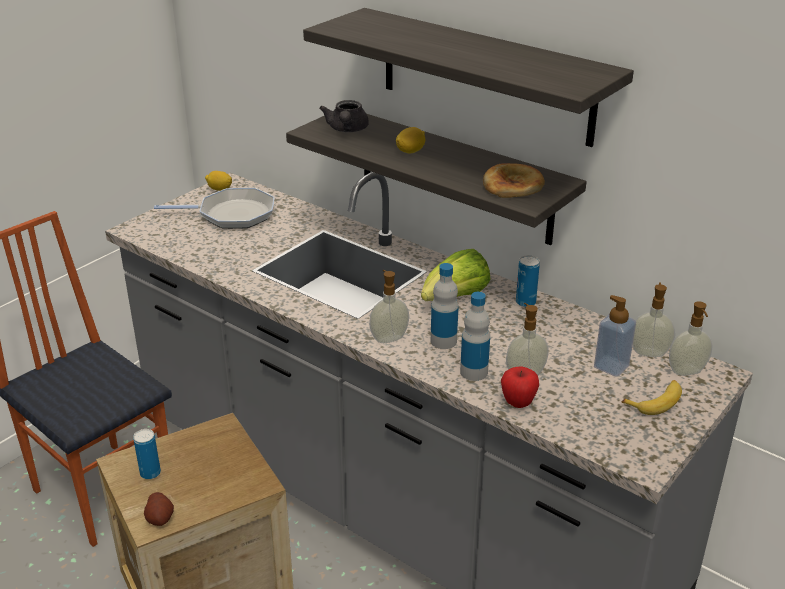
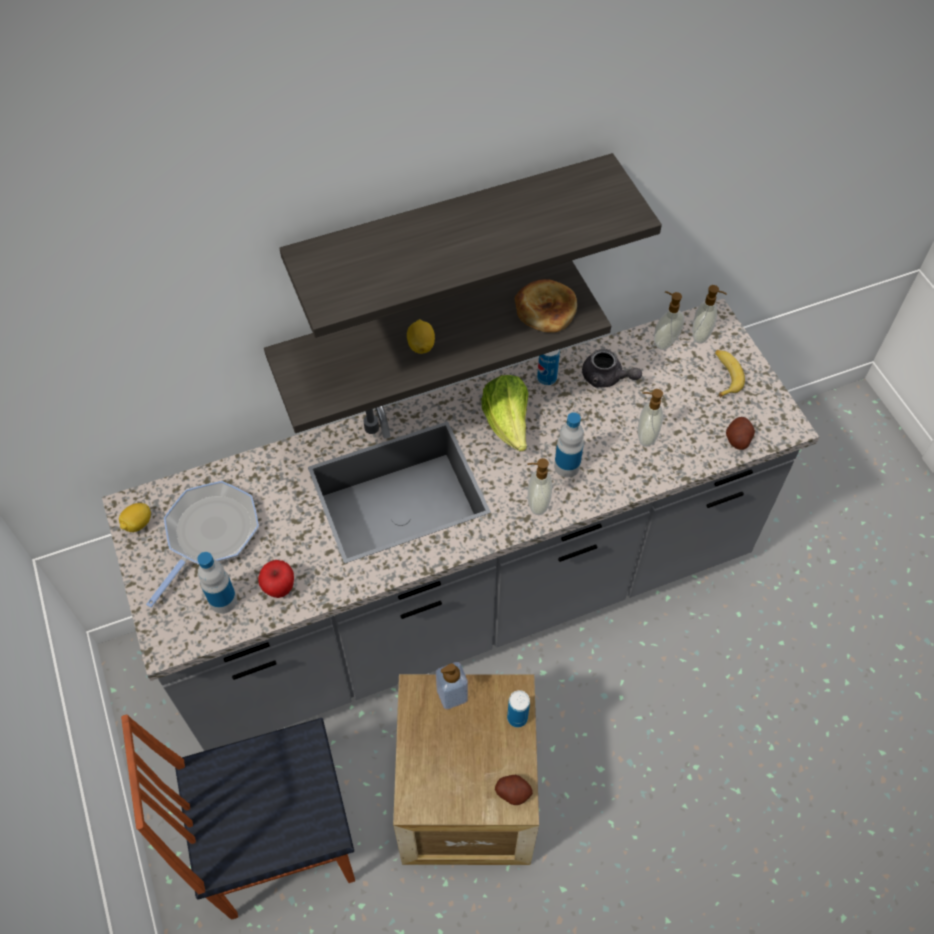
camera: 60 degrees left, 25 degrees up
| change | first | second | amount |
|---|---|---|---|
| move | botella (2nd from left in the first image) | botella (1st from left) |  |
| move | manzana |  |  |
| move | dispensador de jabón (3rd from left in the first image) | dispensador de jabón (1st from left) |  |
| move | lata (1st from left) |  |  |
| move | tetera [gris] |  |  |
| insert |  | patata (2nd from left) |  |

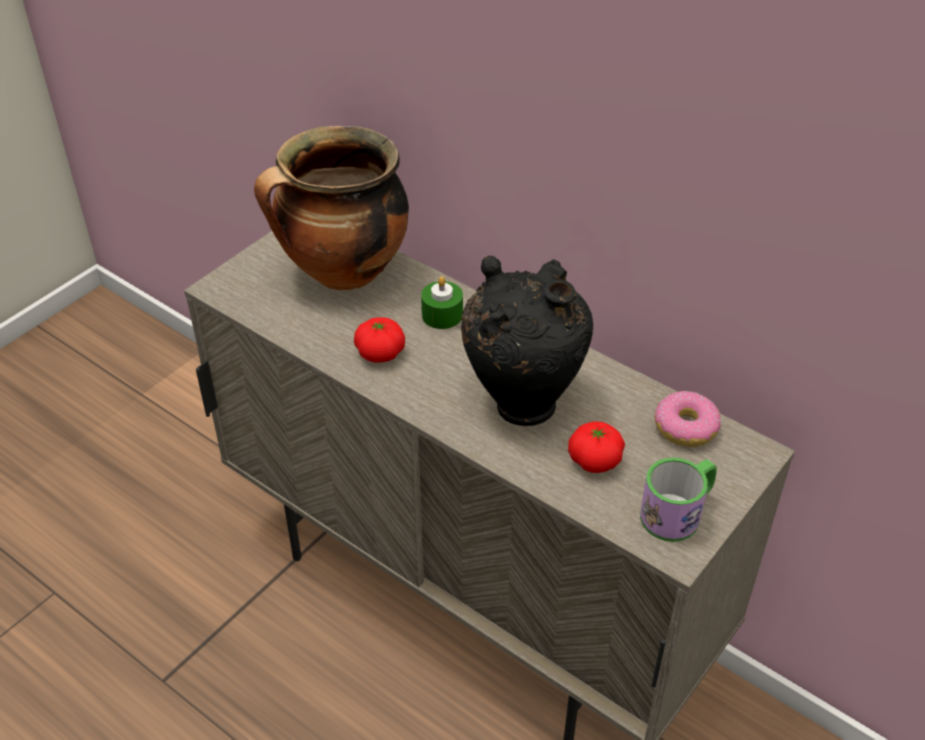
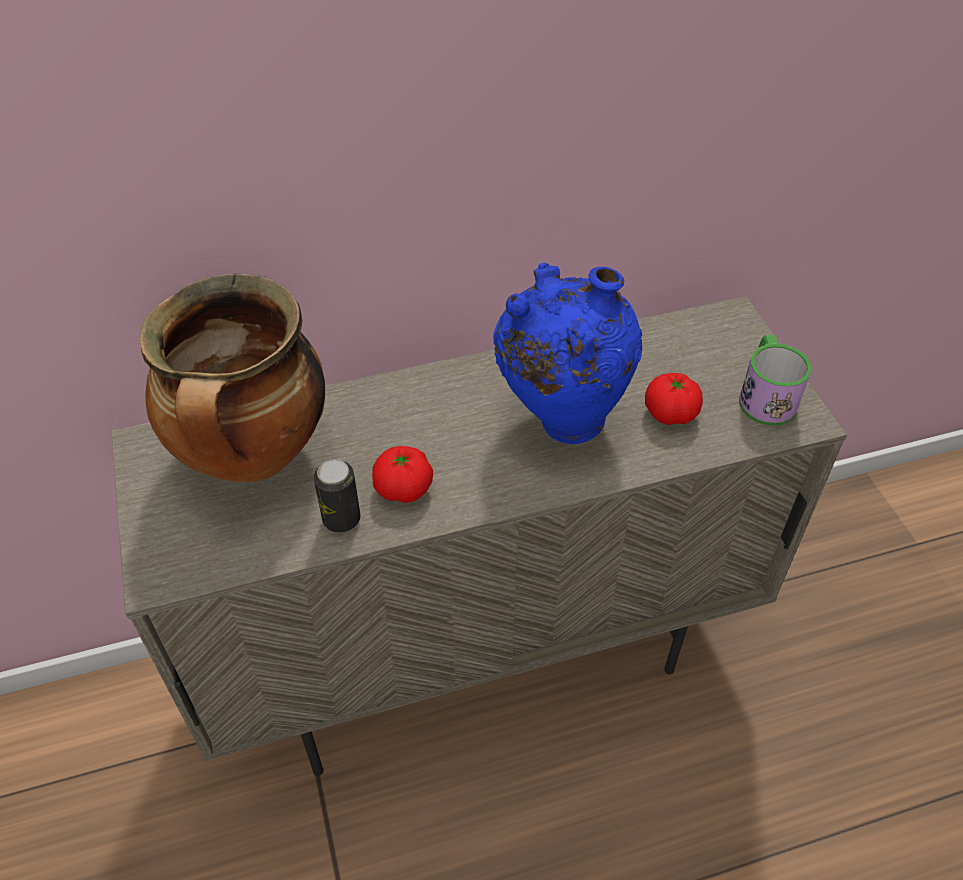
camera: 55 degrees left, 5 degrees up
| change | first | second | amount |
|---|---|---|---|
| insert |  | lata |  |
| recolor | florero [negro] | florero [azul] |  |
| delete | vela [verde] |  |  |
| delete | rosquilla |  |  |

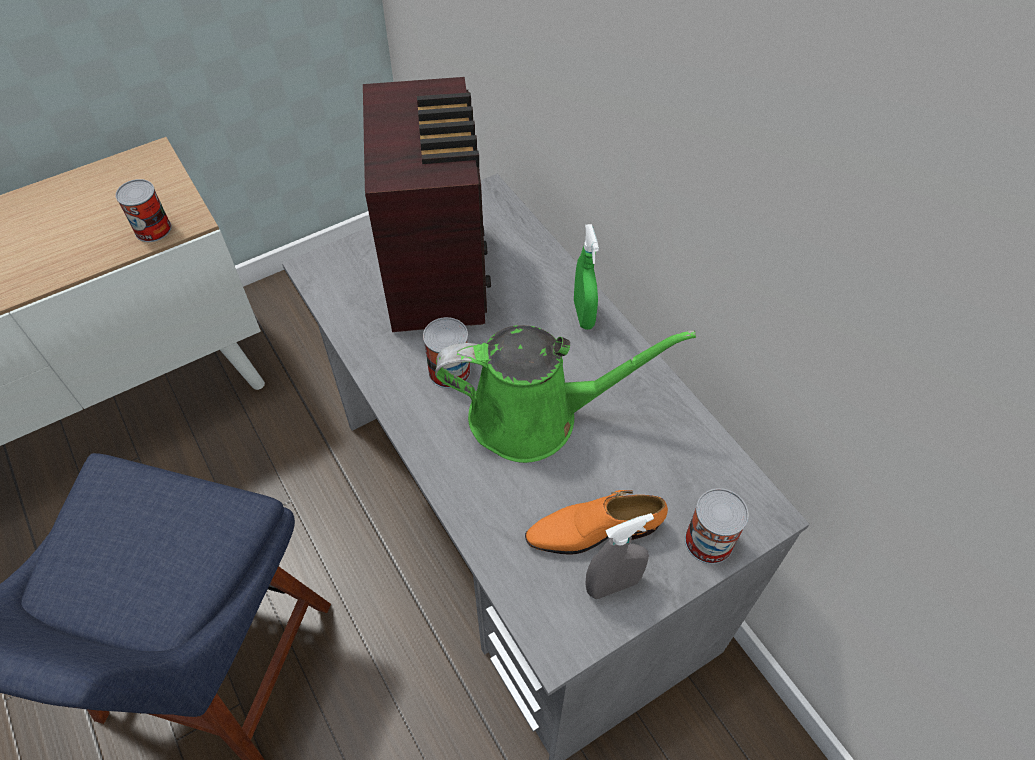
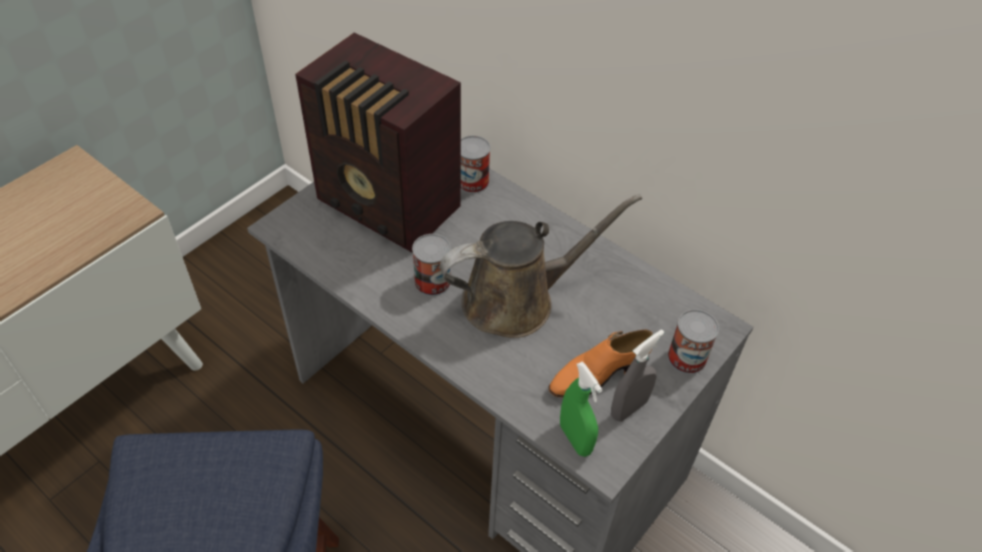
camera: 20 degrees left, 5 degrees down
| change | first | second | amount |
|---|---|---|---|
| rotate | radio |  | 150 degrees clockwise |
| recolor | regadera [verde] | regadera [marrón] |  |
| move | lata (1st from left in the first image) | lata (2nd from left) |  |
| move | pulverizador [verde] |  |  |

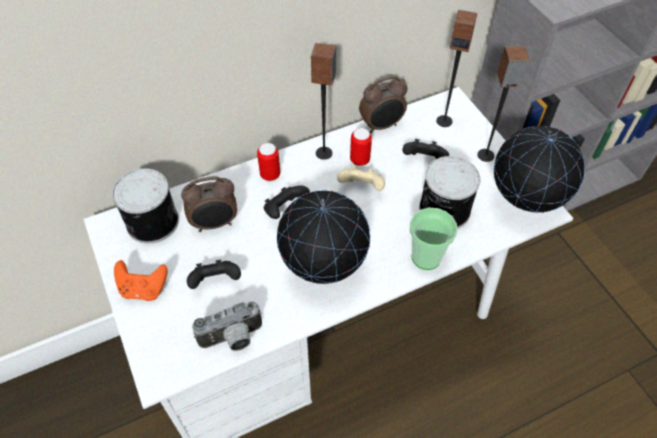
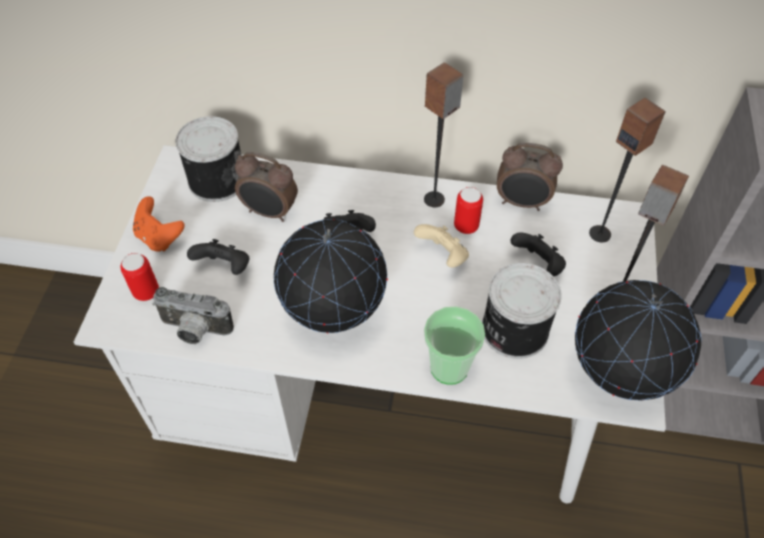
camera: 35 degrees right, 0 degrees up
| change | first | second | amount |
|---|---|---|---|
| move | lata (2nd from left in the first image) | lata (1st from left) |  |

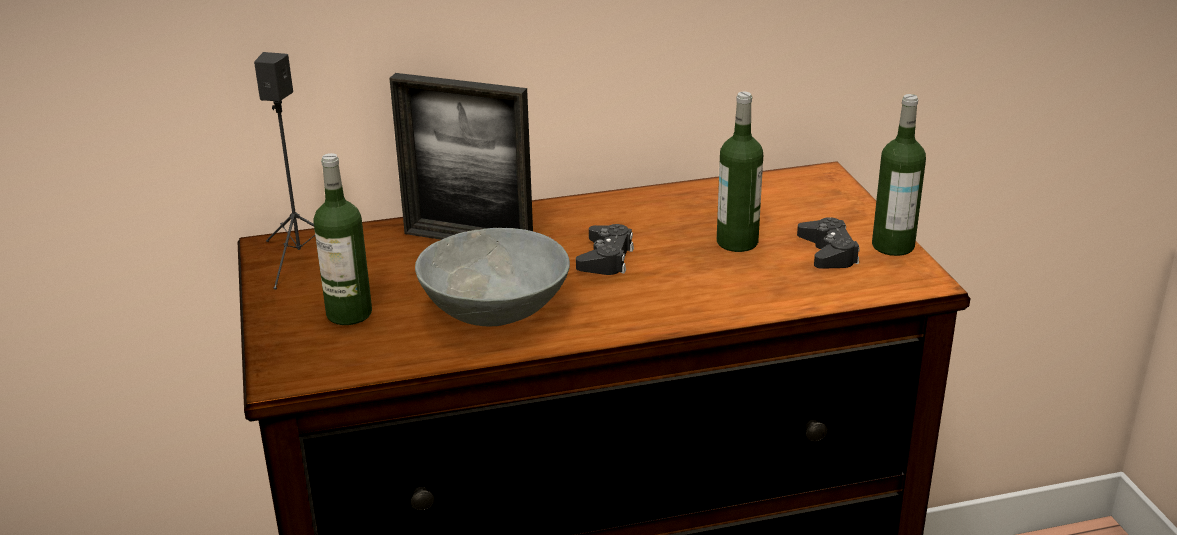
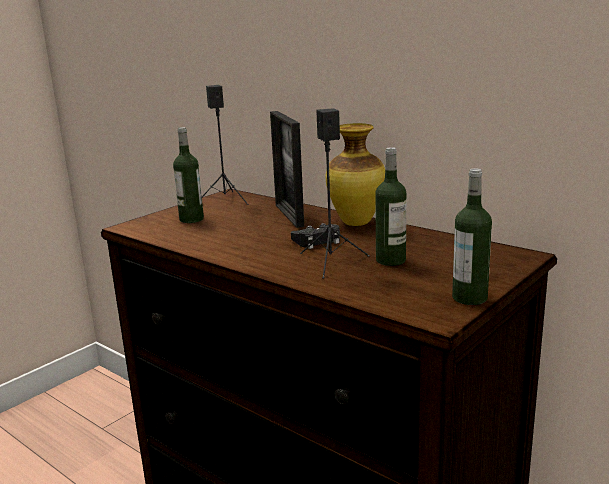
camera: 55 degrees right, 10 degrees down
| change | first | second | amount |
|---|---|---|---|
| insert |  | altavoz [negro] (2nd from left) |  |
| insert |  | florero |  |
| delete | cuenco [gris] |  |  |
| delete | mando de consola [negro] (2nd from left) |  |  |

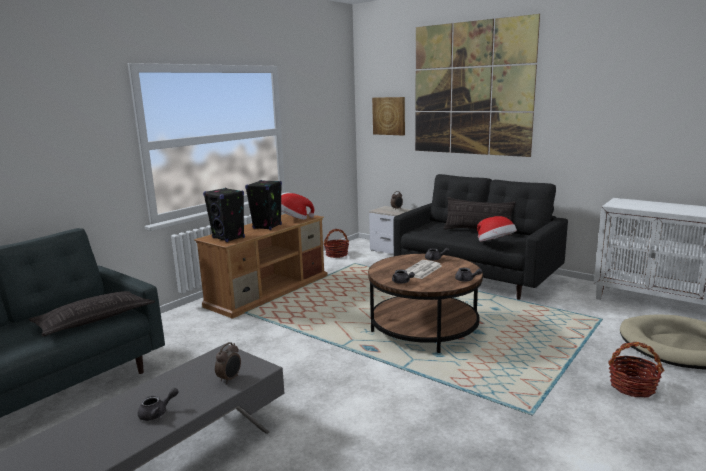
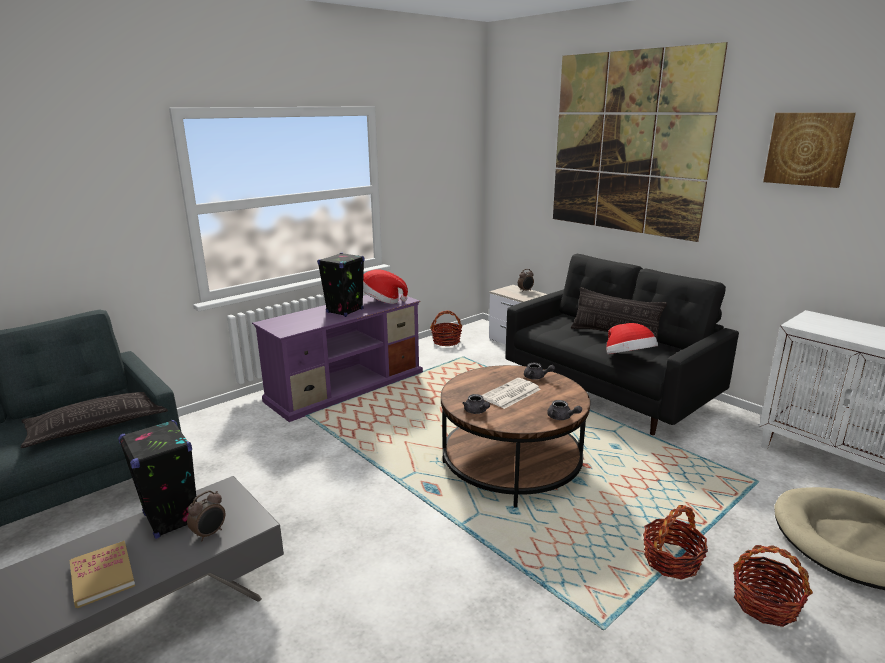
camera: 10 degrees right, 5 degrees up
| change | first | second | amount |
|---|---|---|---|
| replace | tetera [gris] (1st from left) | libro |  |
| move | altavoz [negro] (1st from left) |  |  |
| recolor | mueble de televisión [marrón] | mueble de televisión [morado] |  |
| insert |  | cesta (2nd from left) |  |
| move | cuadro (1st from left in the first image) | cuadro (2nd from left) |  |

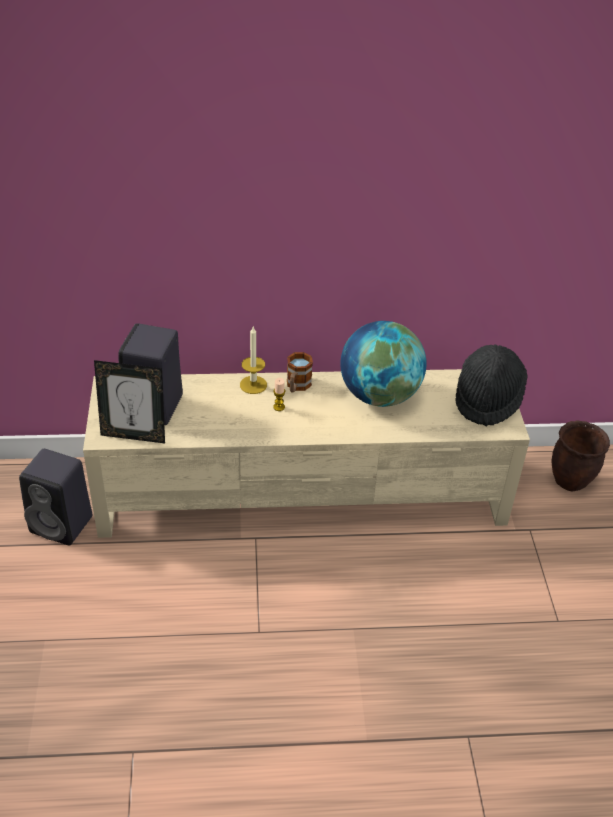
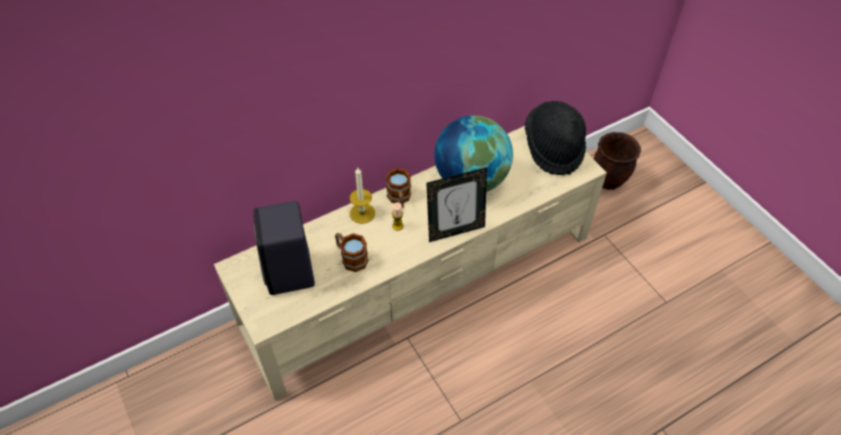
camera: 25 degrees left, 10 degrees up
| change | first | second | amount |
|---|---|---|---|
| insert |  | taza grande (1st from left) |  |
| move | portarretratos |  |  |
| delete | altavoz [negro] (1st from left) |  |  |

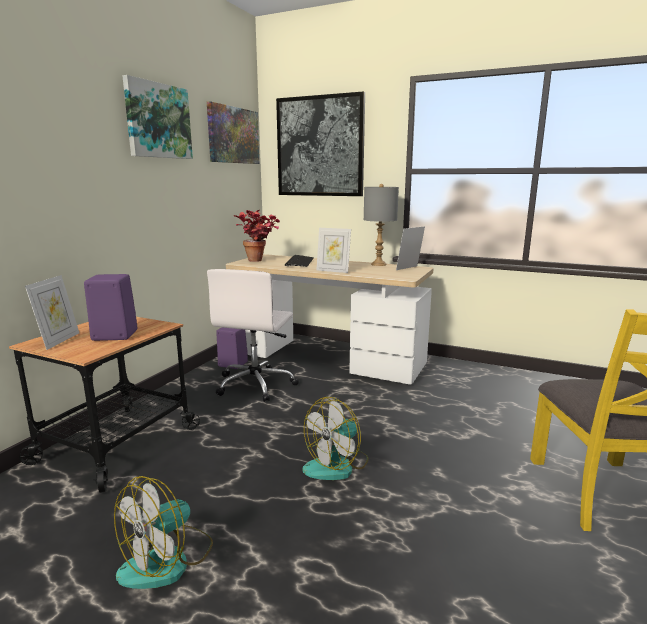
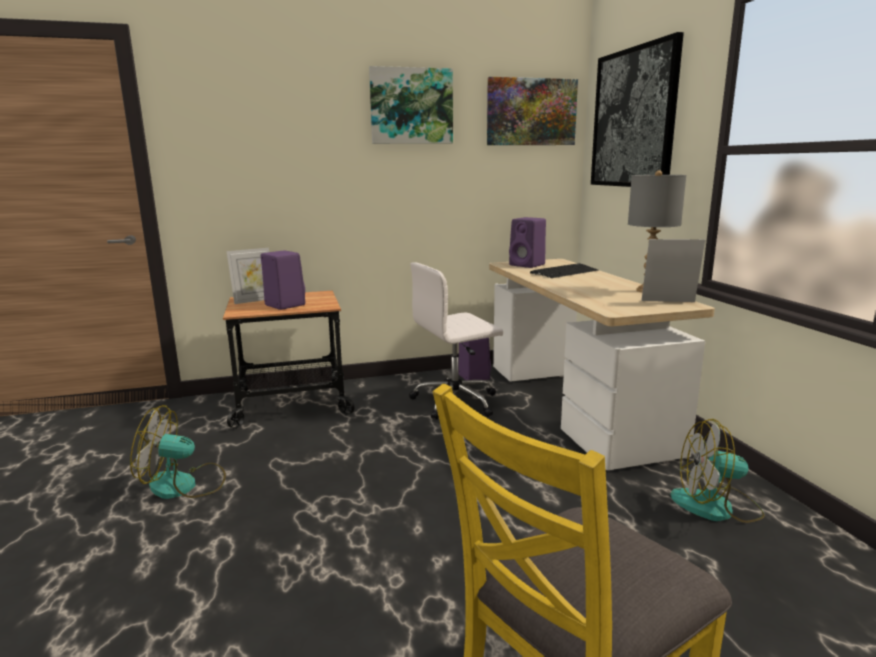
camera: 50 degrees right, 0 degrees up
| change | first | second | amount |
|---|---|---|---|
| replace | planta en maceta | altavoz [morado] (3rd from left) |  |
| move | ventilador (2nd from left) |  |  |
| delete | portarretratos (2nd from left) |  |  |

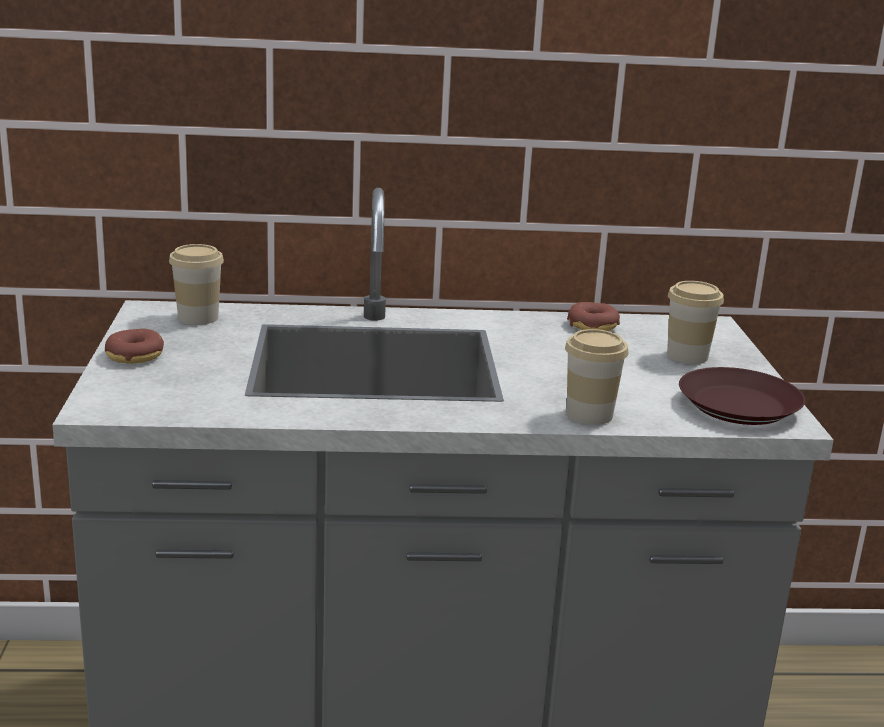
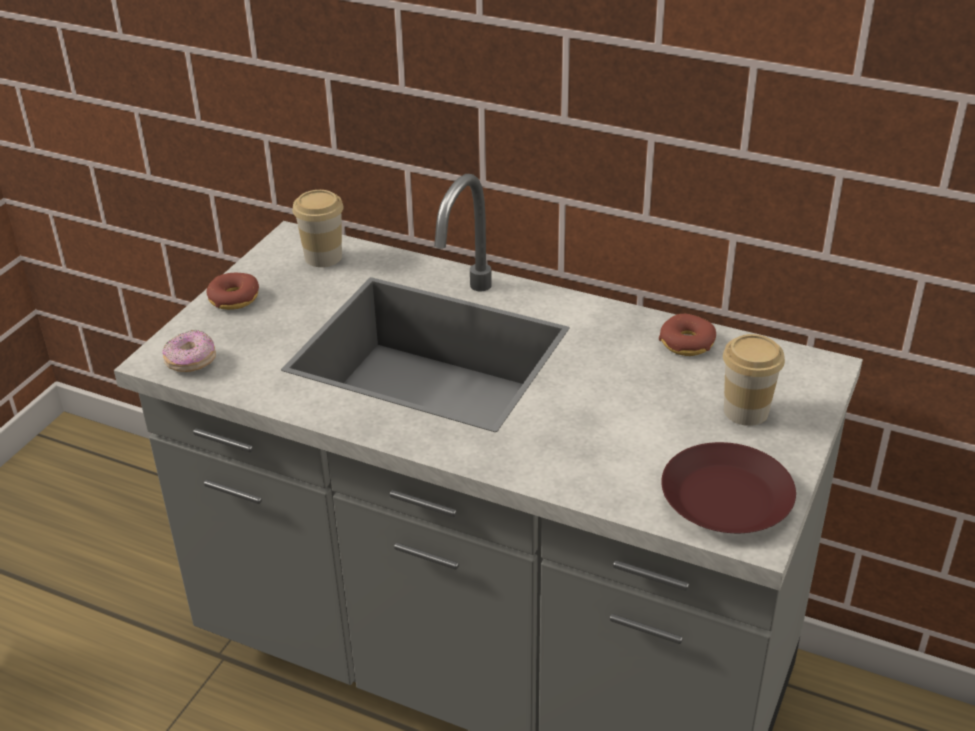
camera: 30 degrees right, 15 degrees up
| change | first | second | amount |
|---|---|---|---|
| insert |  | rosquilla (1st from left) |  |
| delete | taza (2nd from left) |  |  |

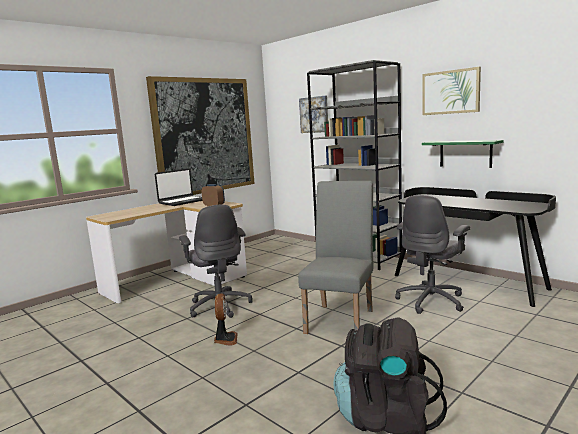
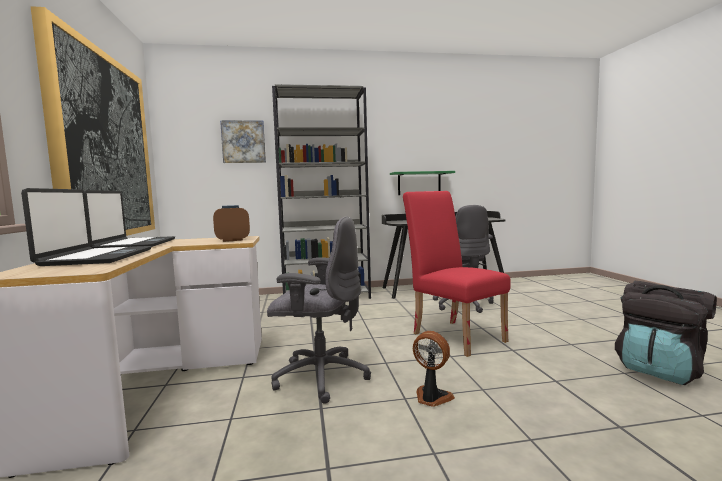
camera: 55 degrees left, 5 degrees down
| change | first | second | amount |
|---|---|---|---|
| insert |  | portátil (1st from left) |  |
| recolor | silla [gris] | silla [rojo] |  |
| delete | cuadro (3rd from left) |  |  |

